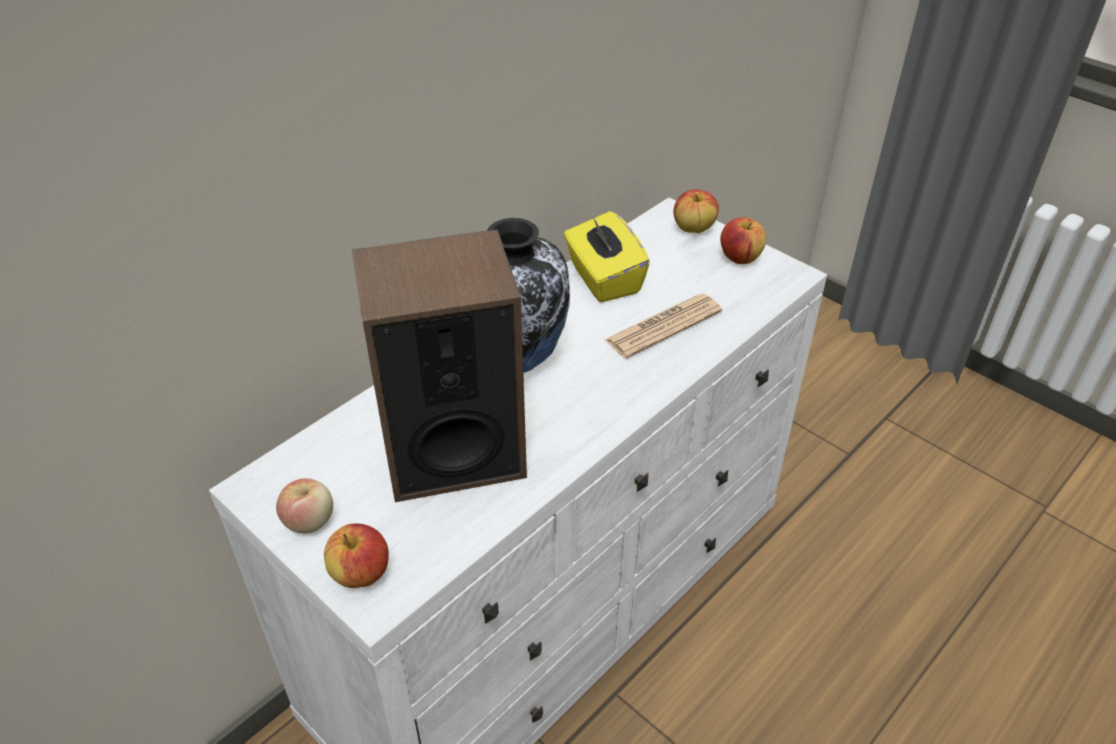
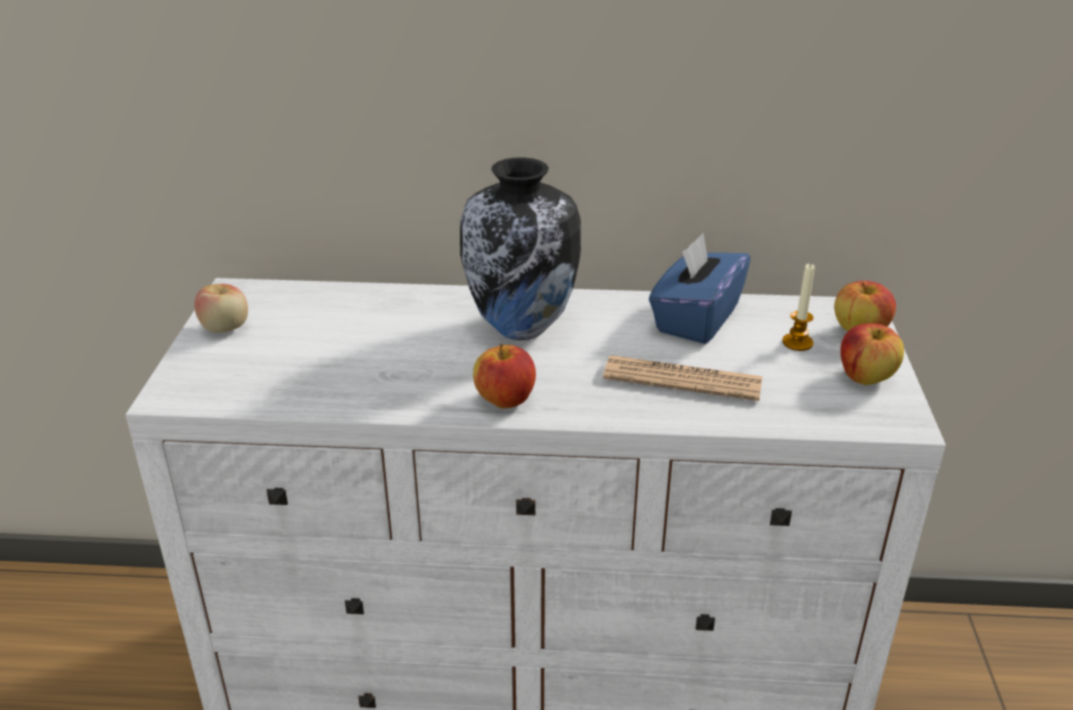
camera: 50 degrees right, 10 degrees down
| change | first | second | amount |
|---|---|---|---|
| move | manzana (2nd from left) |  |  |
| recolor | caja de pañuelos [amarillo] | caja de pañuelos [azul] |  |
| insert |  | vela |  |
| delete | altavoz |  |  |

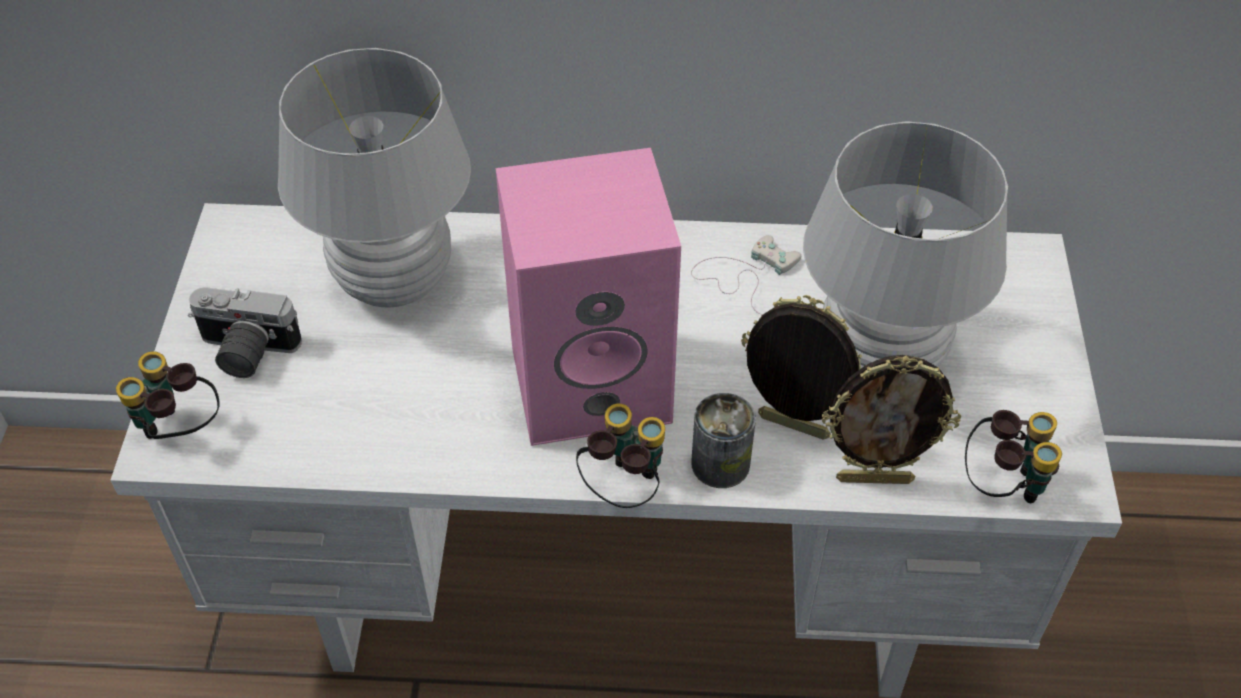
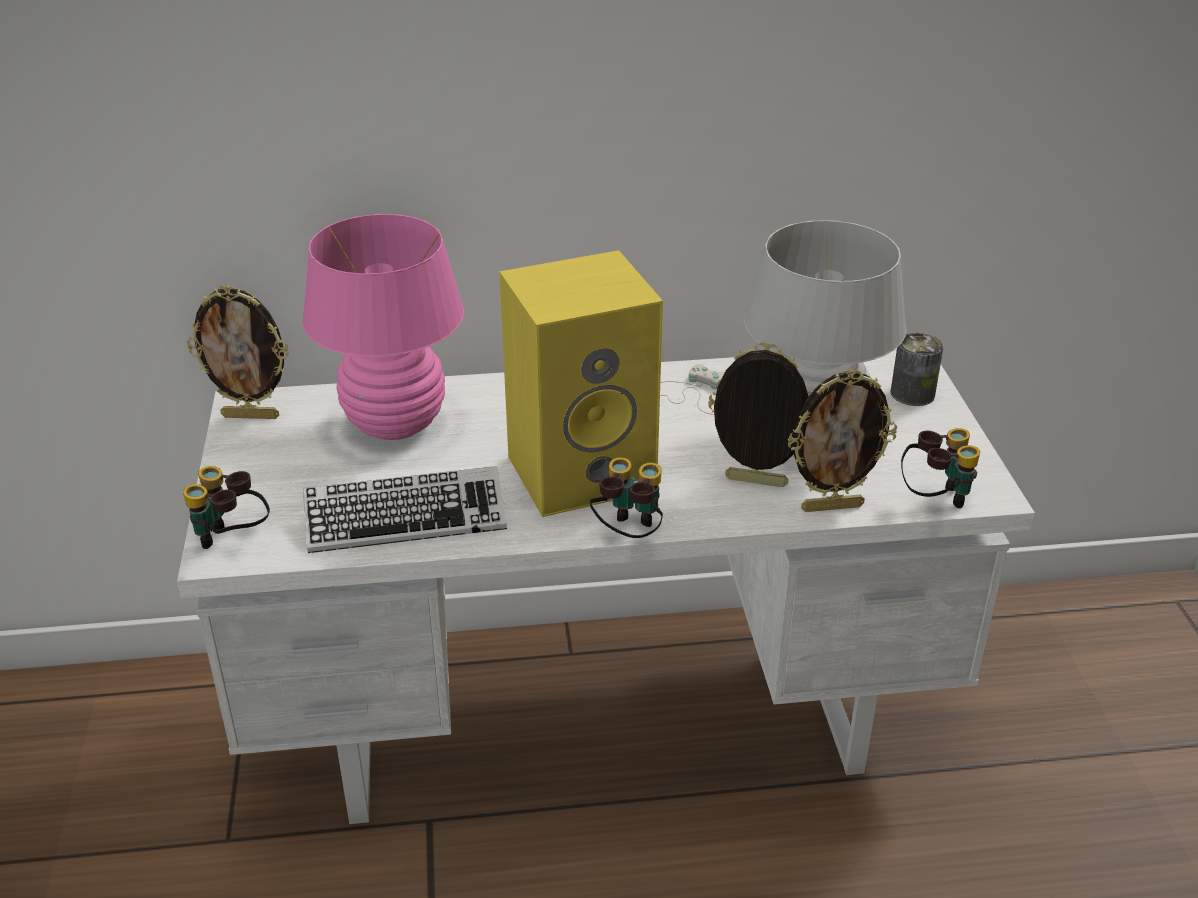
camera: 10 degrees left, 15 degrees down
| change | first | second | amount |
|---|---|---|---|
| insert |  | portarretratos (1st from left) |  |
| recolor | lámpara de mesa [blanco] (1st from left) | lámpara de mesa [rosa] |  |
| insert |  | teclado |  |
| recolor | altavoz [rosa] | altavoz [amarillo] |  |
| move | lata |  |  |
| delete | cámara |  |  |

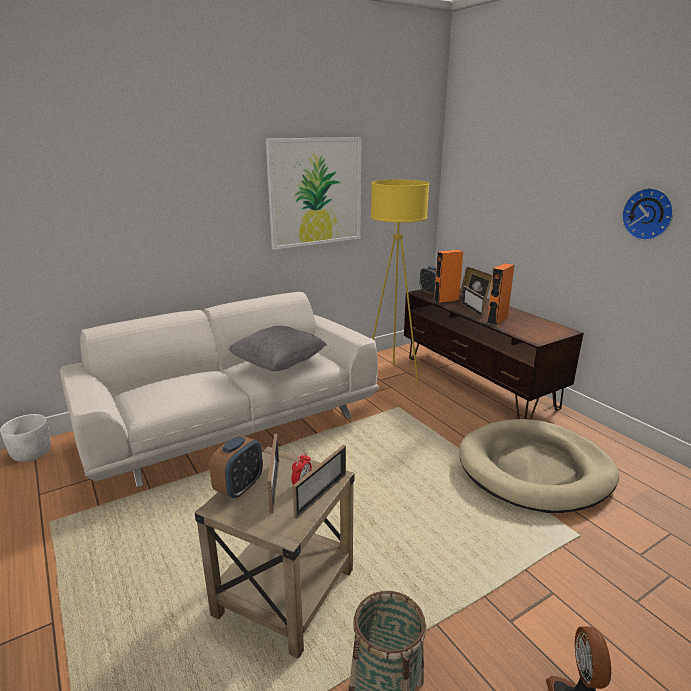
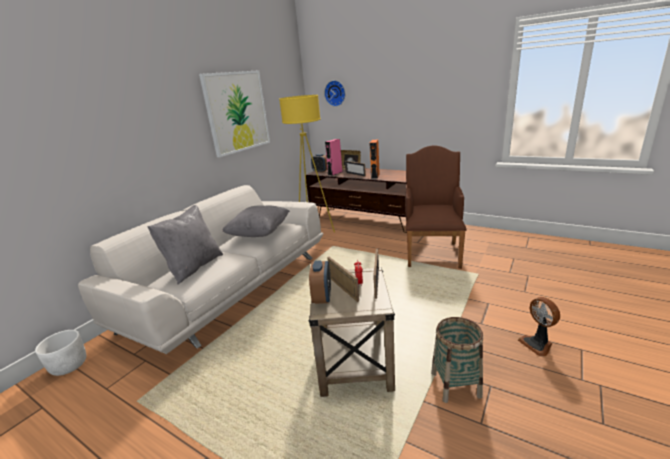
camera: 25 degrees left, 0 degrees up
| change | first | second | amount |
|---|---|---|---|
| insert |  | cojín [gris] (1st from left) |  |
| move | reloj de pared |  |  |
| recolor | altavoz [naranja] (1st from left) | altavoz [rosa] |  |
| replace | cama para perro [beis] | sillón [marrón] |  |

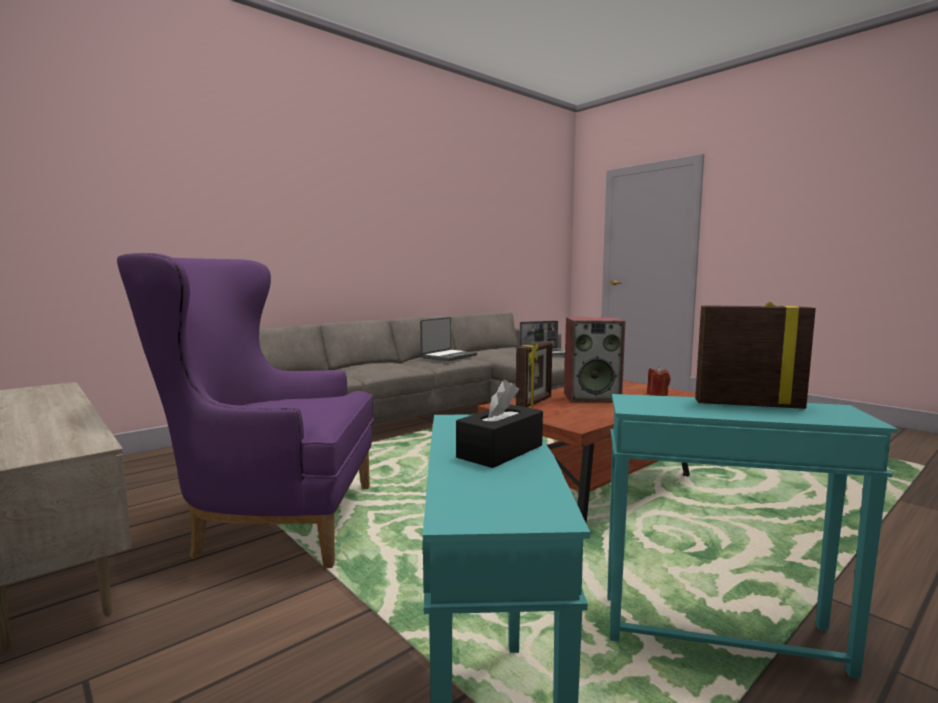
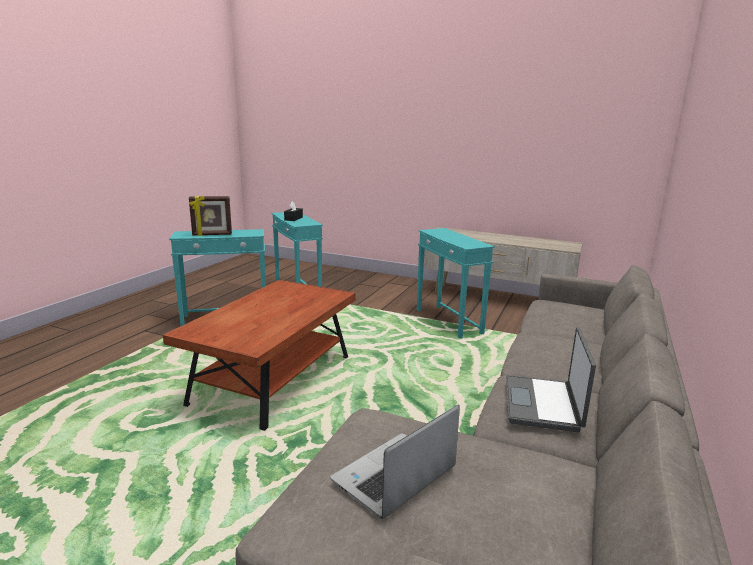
camera: 155 degrees right, 10 degrees up
| change | first | second | amount |
|---|---|---|---|
| replace | sillón [morado] | mesa auxiliar [turquesa] (3rd from left) |  |
| delete | portarretratos (1st from left) |  |  |
| delete | altavoz |  |  |
| delete | vela [rojo] |  |  |

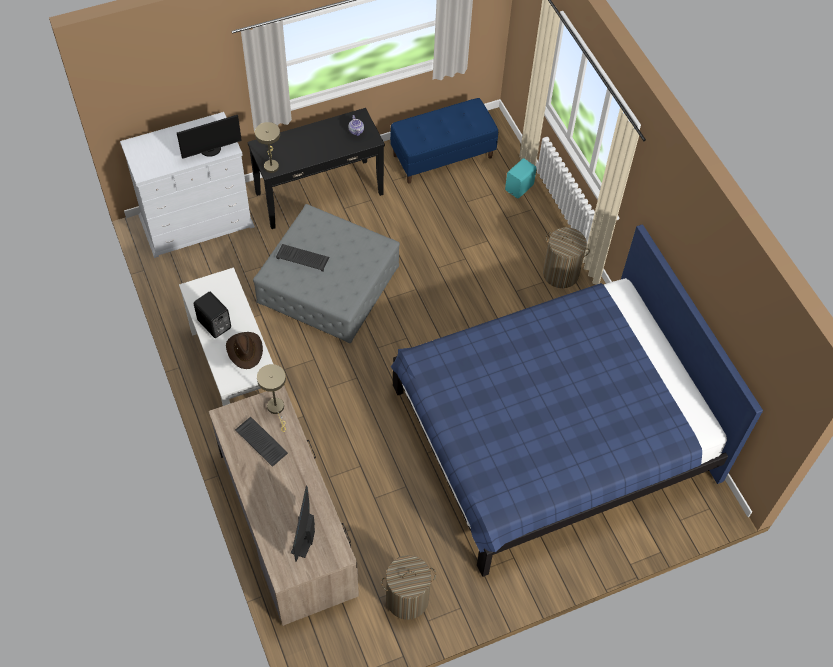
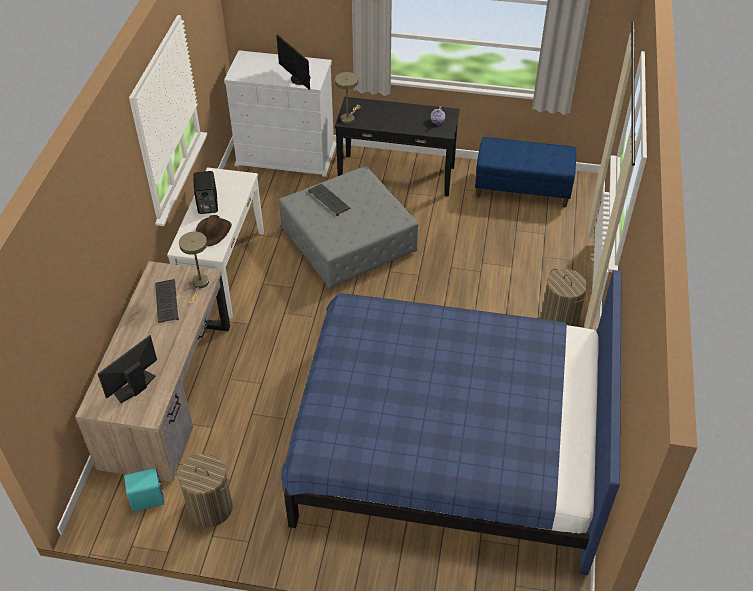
camera: 35 degrees right, 10 degrees down
| change | first | second | amount |
|---|---|---|---|
| move | altavoz [turquesa] |  |  |
| rotate | monitor (1st from left in the first image) | monitor (2nd from left) | 45 degrees clockwise |

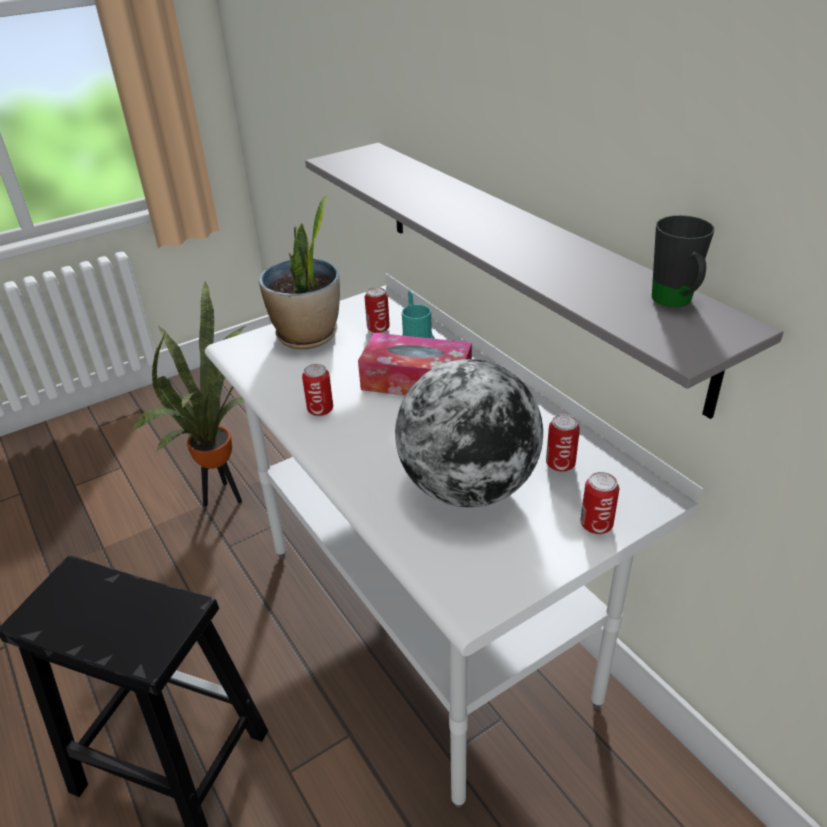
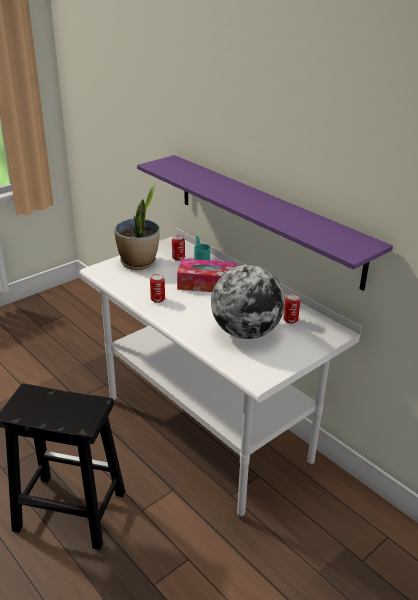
camera: 10 degrees left, 5 degrees down
| change | first | second | amount |
|---|---|---|---|
| recolor | estante [gris] | estante [morado] |  |
| delete | planta en maceta (1st from left) |  |  |
| delete | lata (4th from left) |  |  |
| delete | taza grande [negro] |  |  |

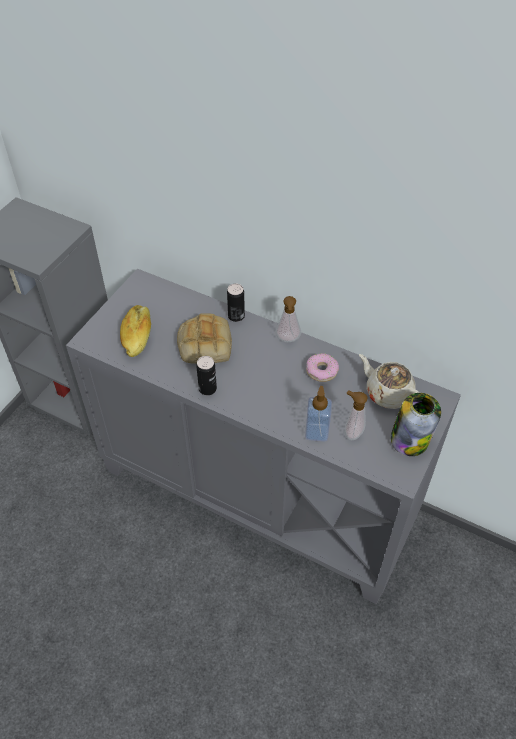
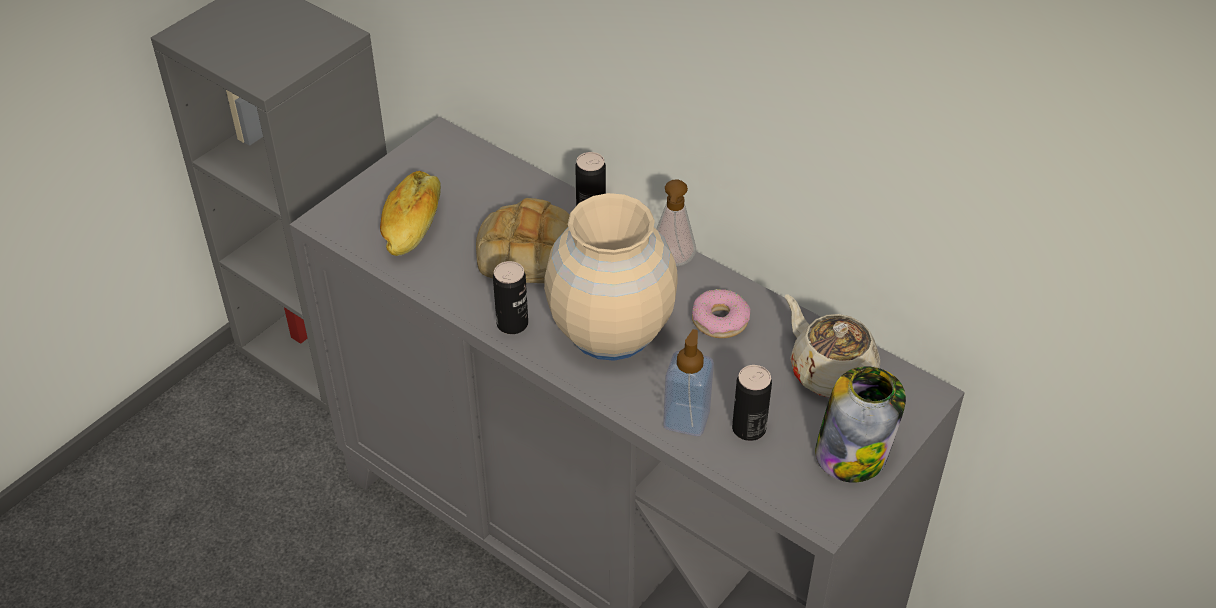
camera: 10 degrees right, 5 degrees down
| change | first | second | amount |
|---|---|---|---|
| insert |  | florero [beis] |  |
| replace | dispensador de jabón (3rd from left) | lata (3rd from left) |  |

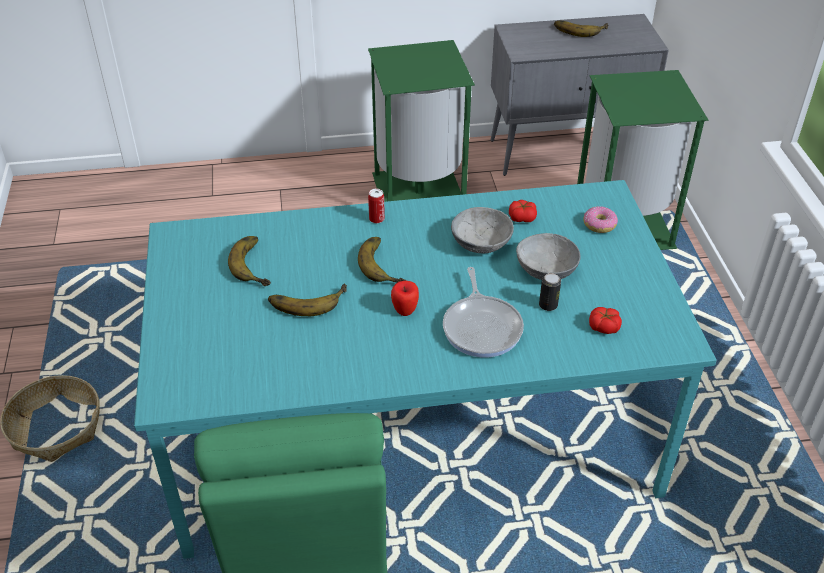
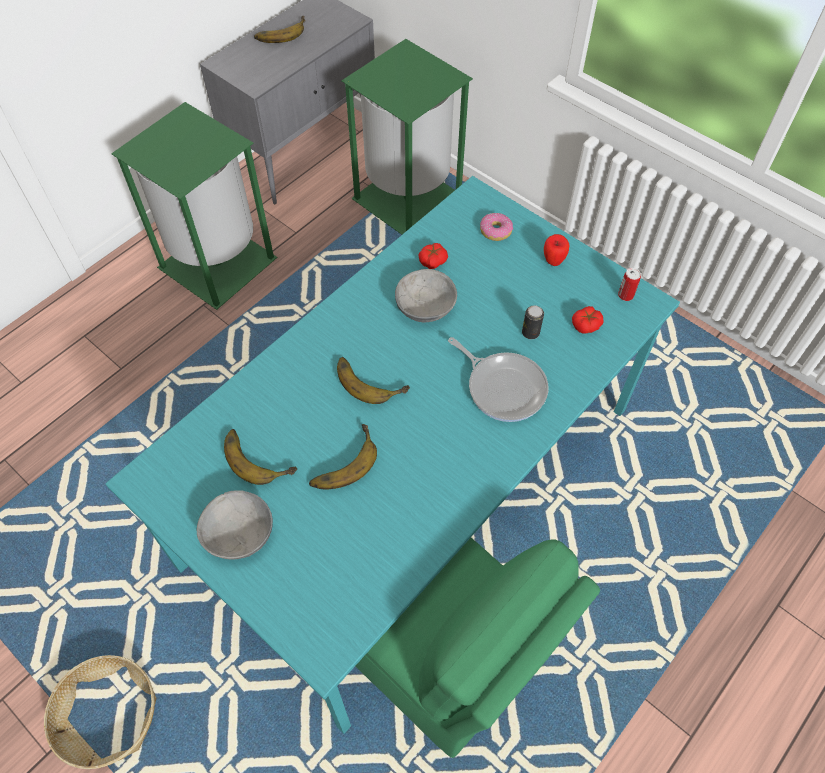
camera: 40 degrees left, 15 degrees up
| change | first | second | amount |
|---|---|---|---|
| move | cuenco [gris] (2nd from left in the first image) | cuenco [gris] (1st from left) |  |
| move | manzana |  |  |
| move | lata (1st from left in the first image) | lata (2nd from left) |  |

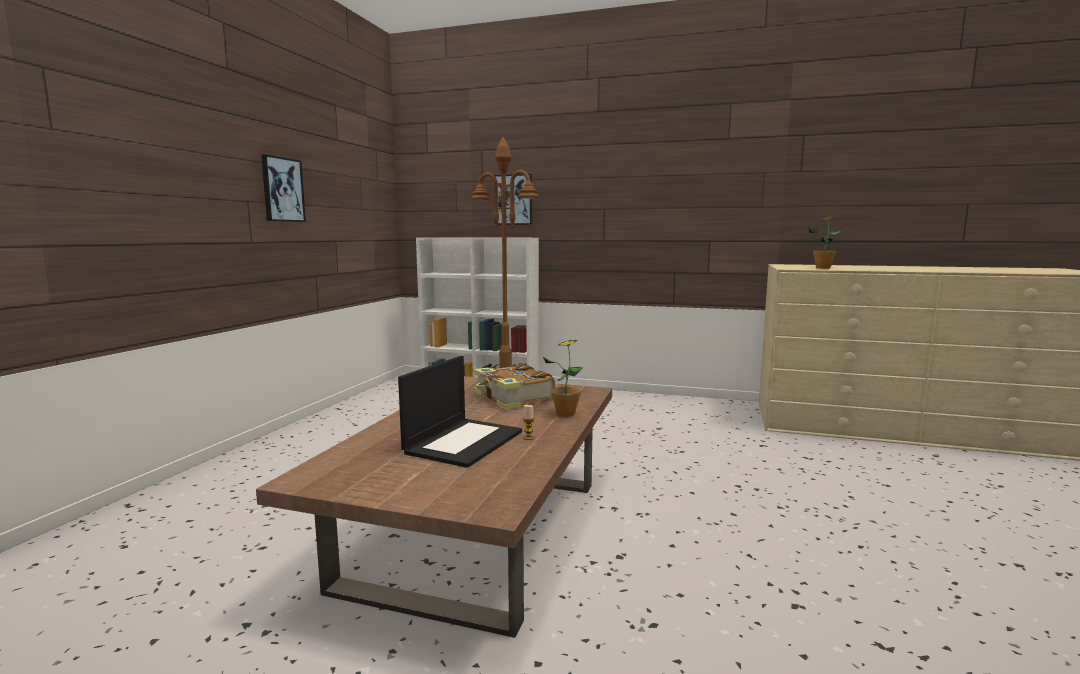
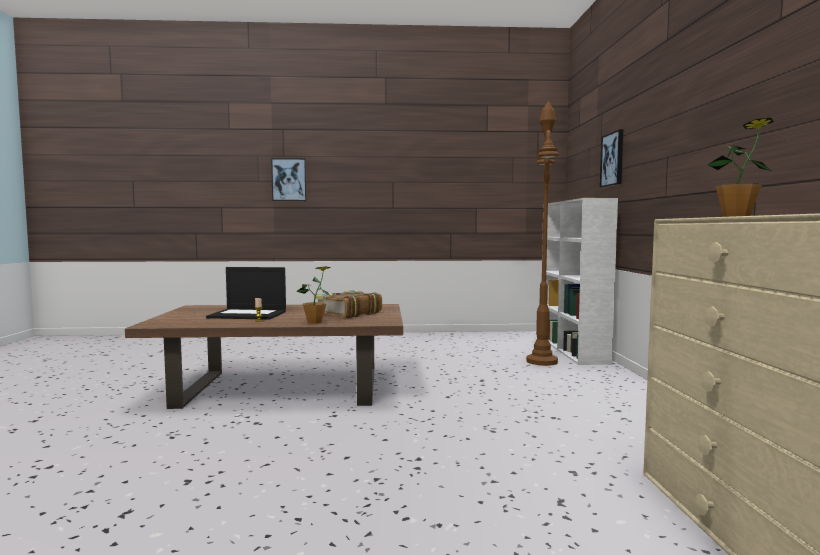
camera: 70 degrees right, 5 degrees down
| change | first | second | amount |
|---|---|---|---|
| move | cuadro (1st from left) |  |  |

